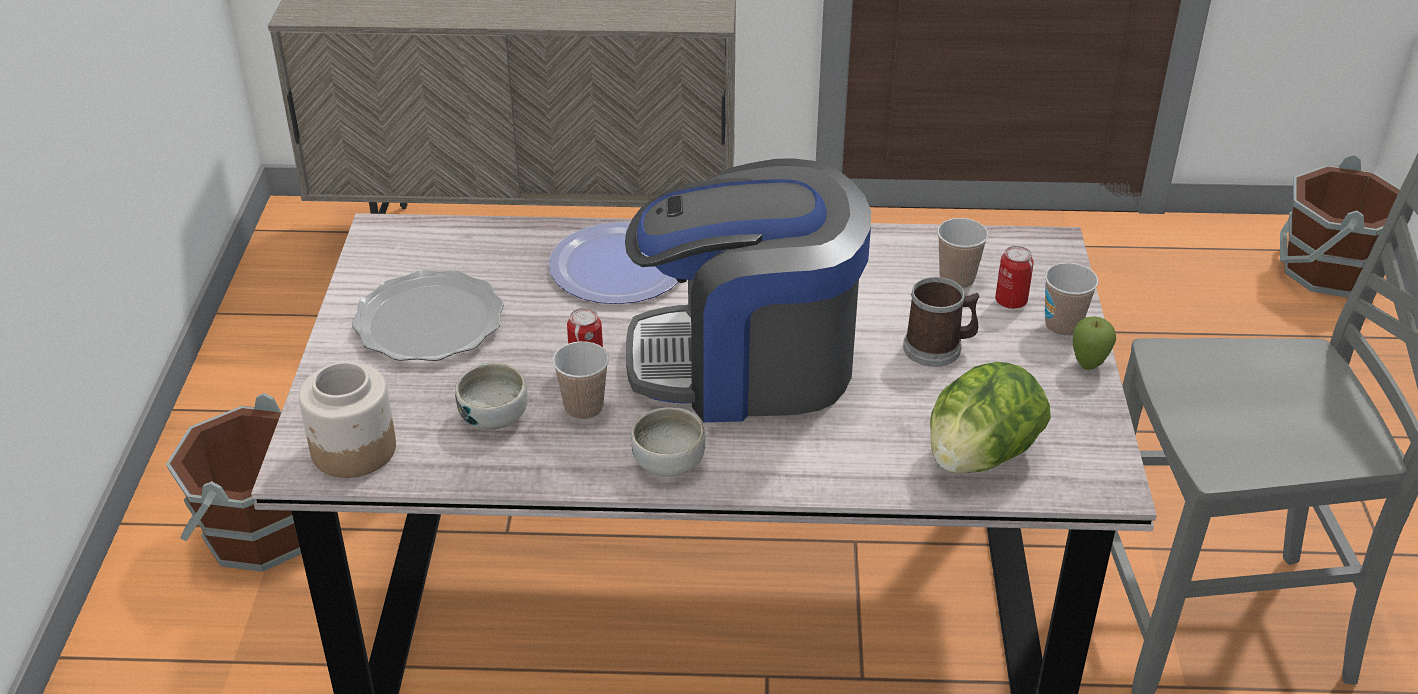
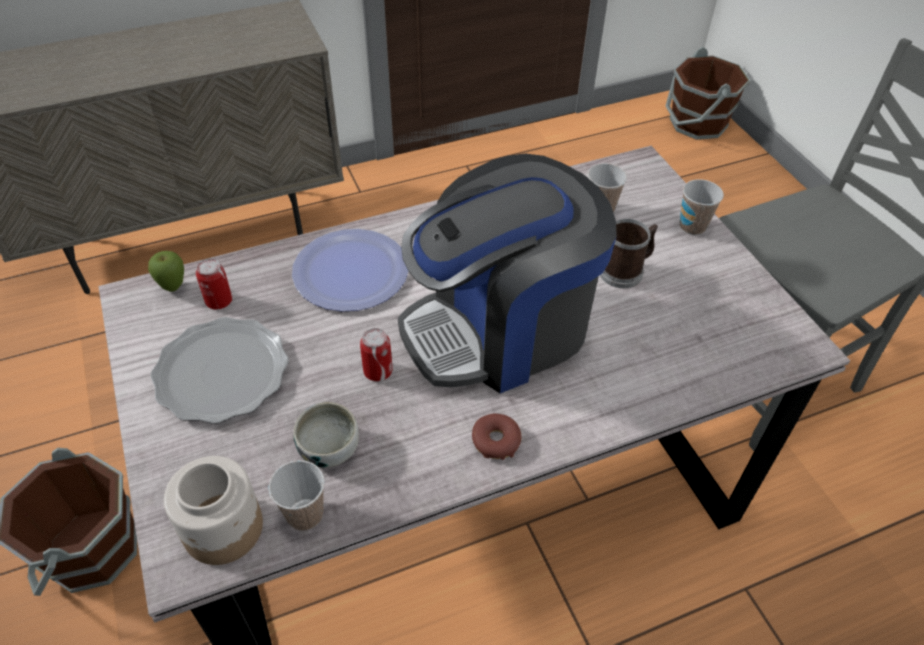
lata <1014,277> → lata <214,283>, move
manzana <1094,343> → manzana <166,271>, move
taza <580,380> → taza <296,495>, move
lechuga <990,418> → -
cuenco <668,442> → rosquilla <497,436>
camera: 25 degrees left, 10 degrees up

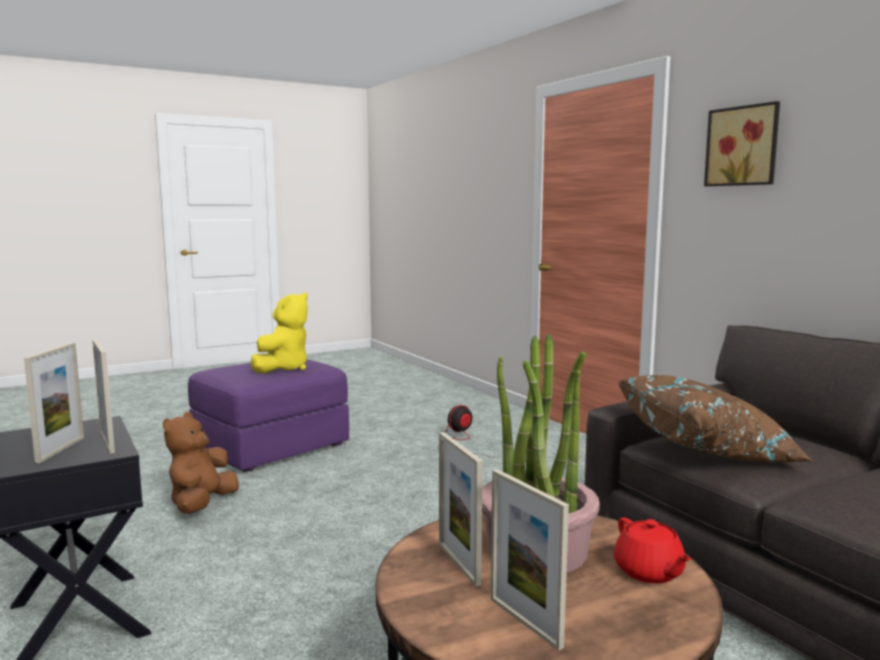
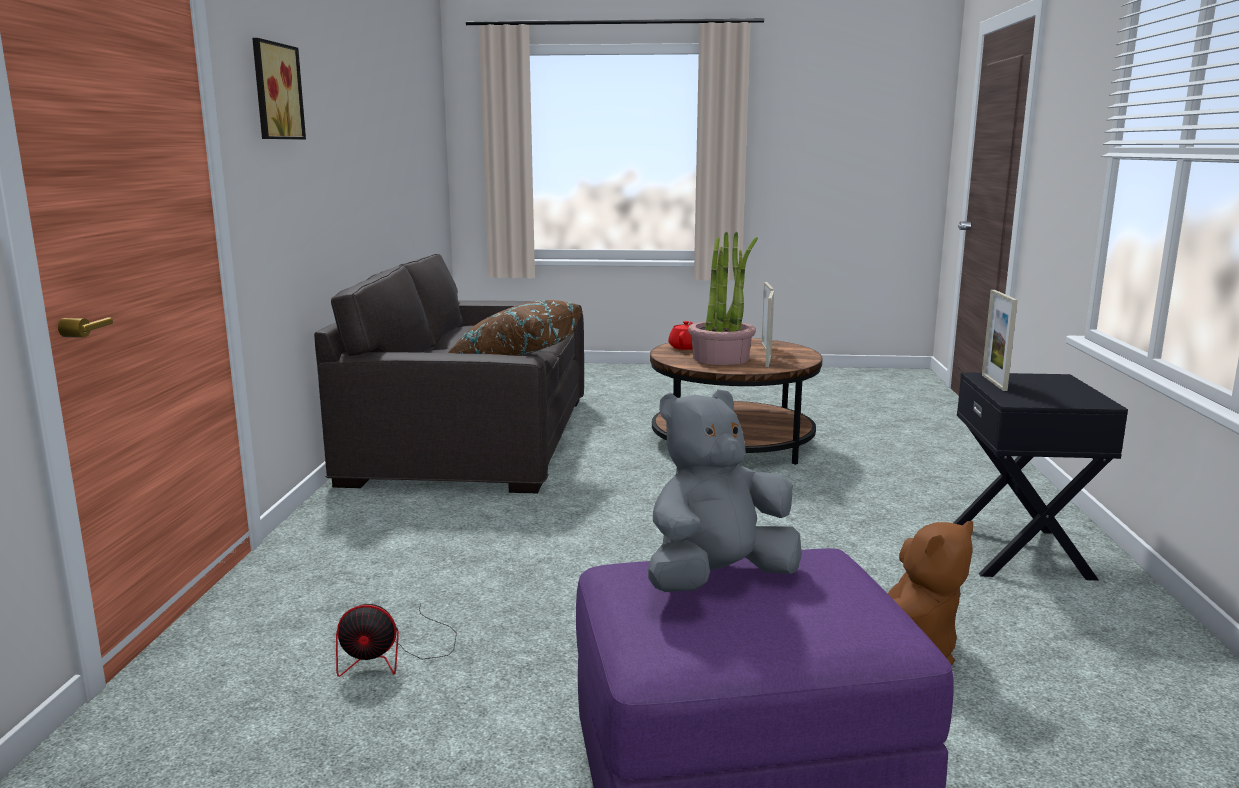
peluche/amarillo <279,332> → peluche/gris <725,491>
portarretratos <54,403> → -
camera: 145 degrees left, 5 degrees up

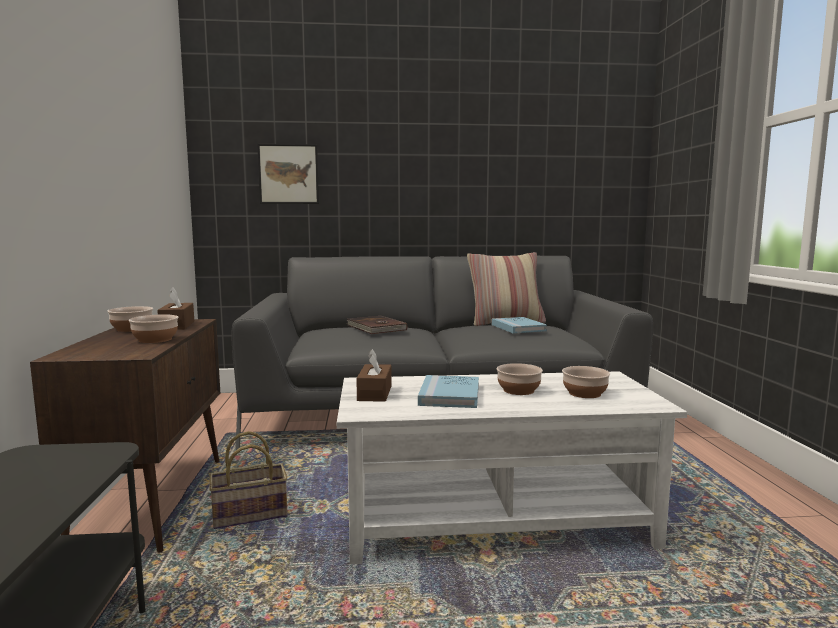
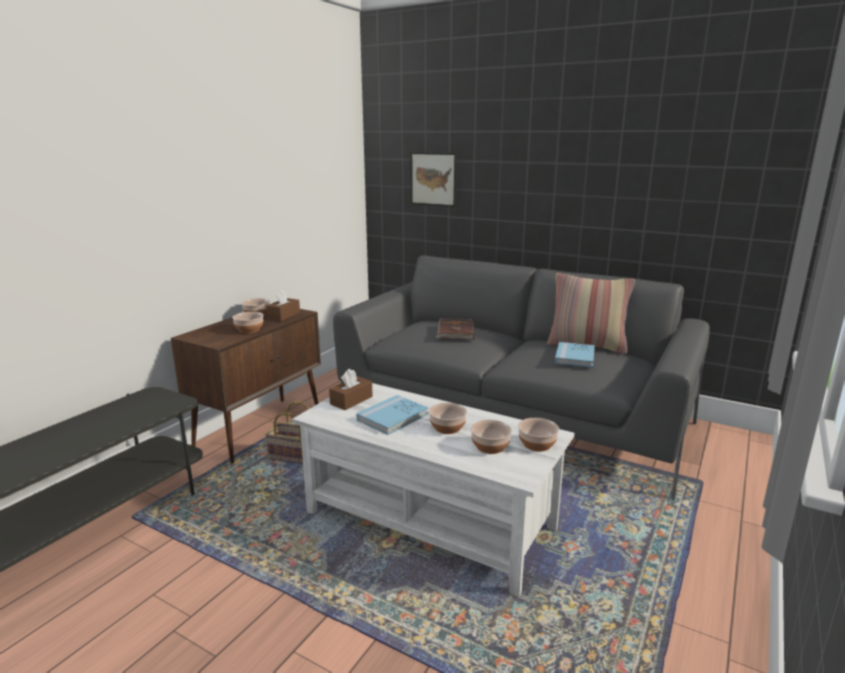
- → cuenco <538,435>
camera: 35 degrees right, 10 degrees up

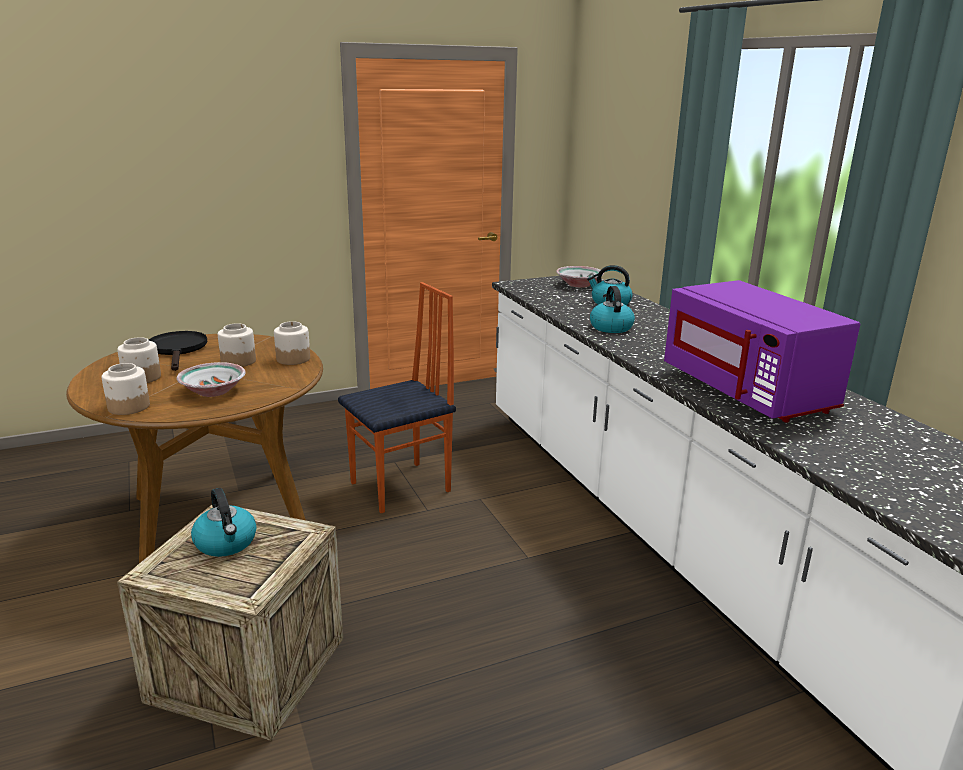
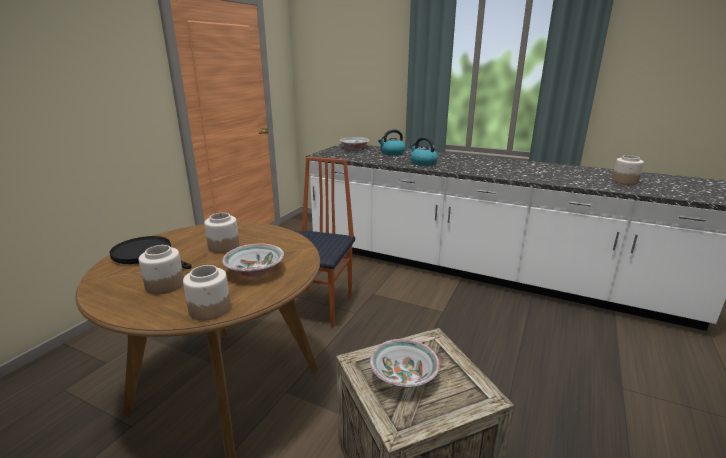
microondas/morado <762,351> → -
tarro <292,343> → tarro <628,170>, move
hervidor <224,522> → cuenco <405,363>
camera: 40 degrees left, 0 degrees up

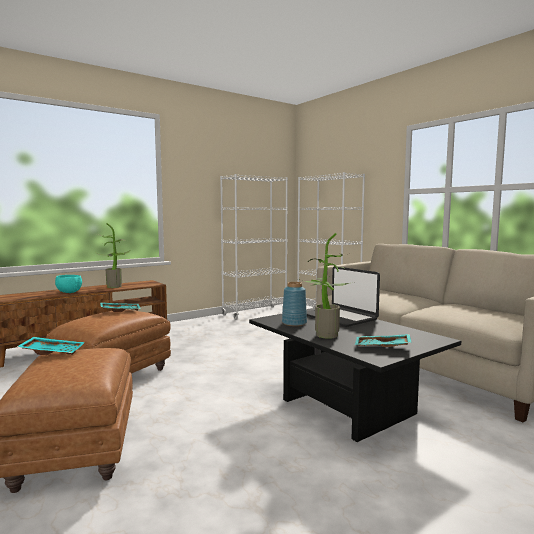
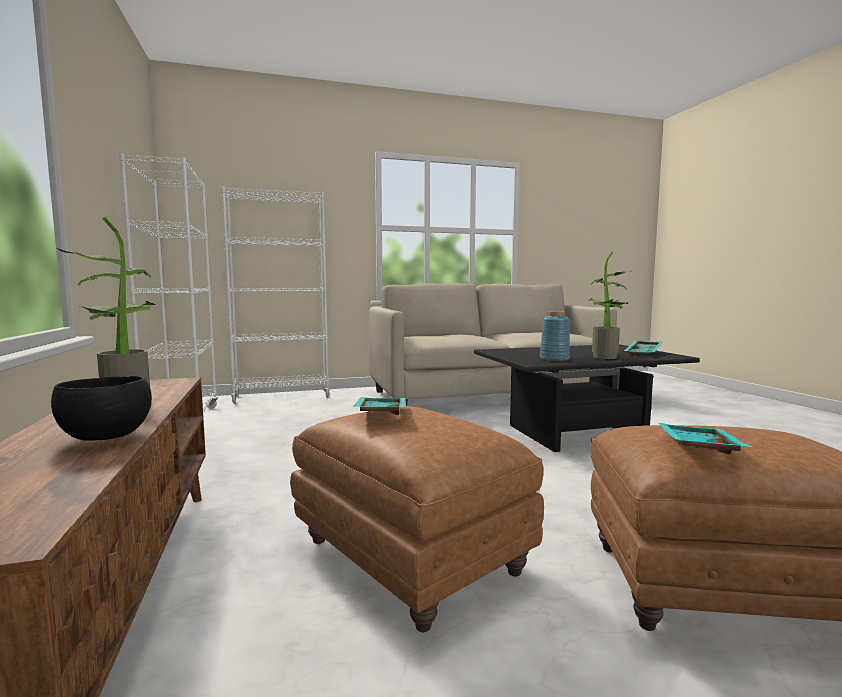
portátil <343,296> → -
cuenco/turquesa <68,284> → cuenco/negro <101,408>
camera: 70 degrees left, 0 degrees up

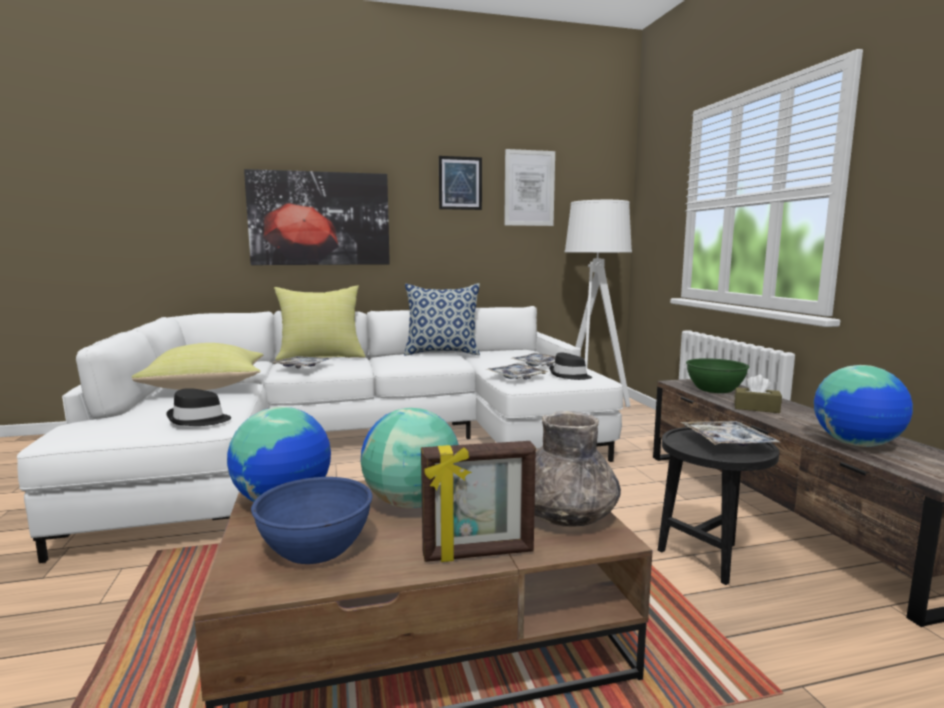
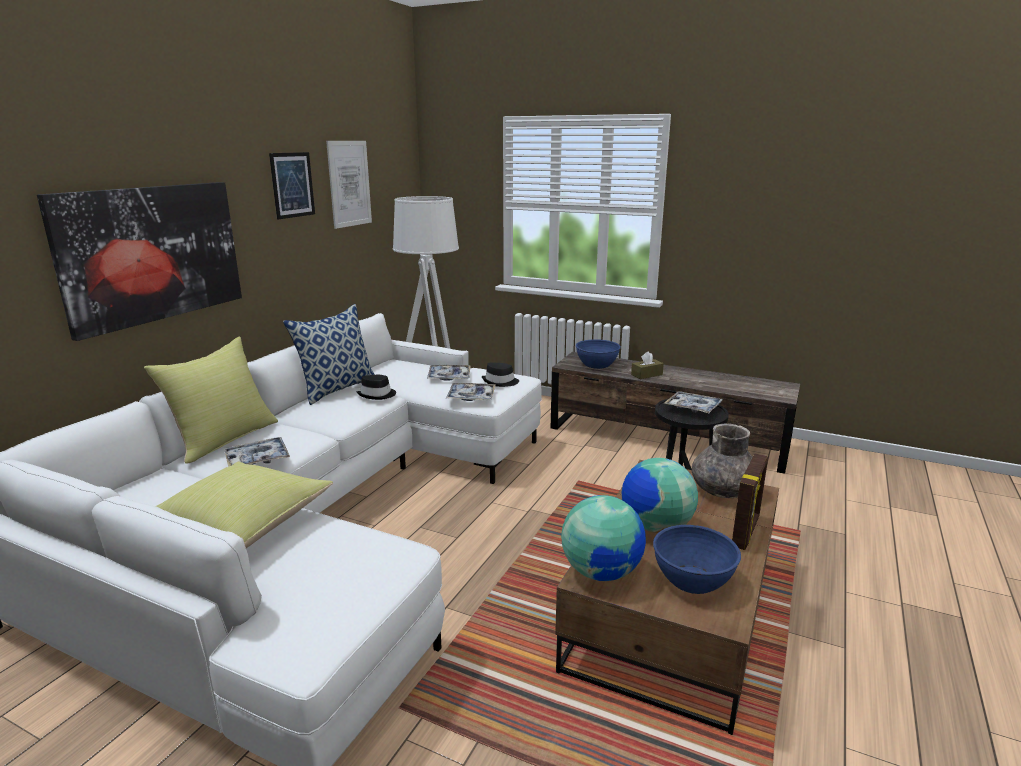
cuenco/verde <717,375> → cuenco/azul <598,354>
globo terráqueo <863,406> → -
sombrero/negro <198,407> → sombrero/negro <376,387>, move
camera: 50 degrees left, 10 degrees up

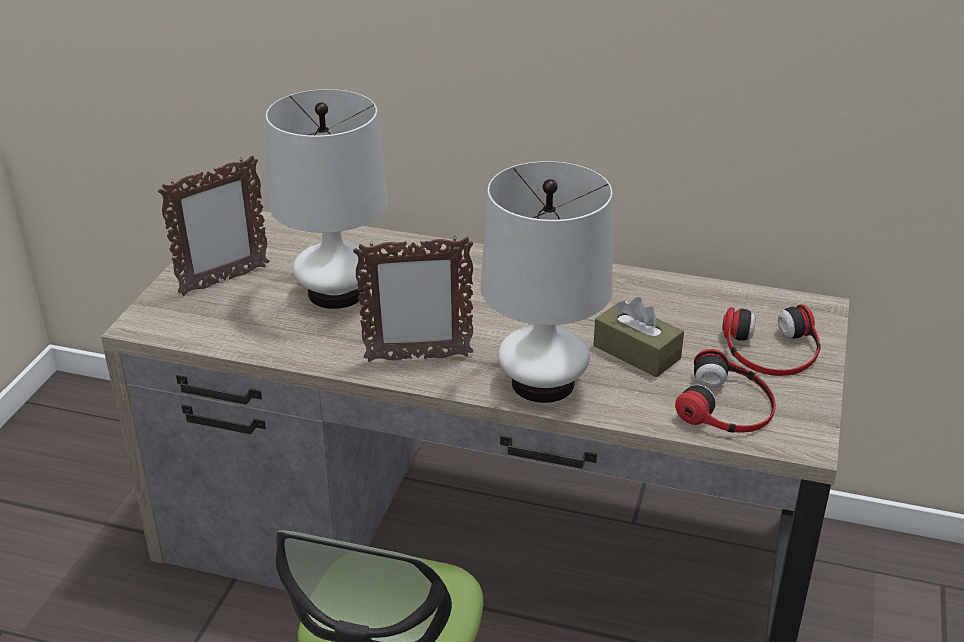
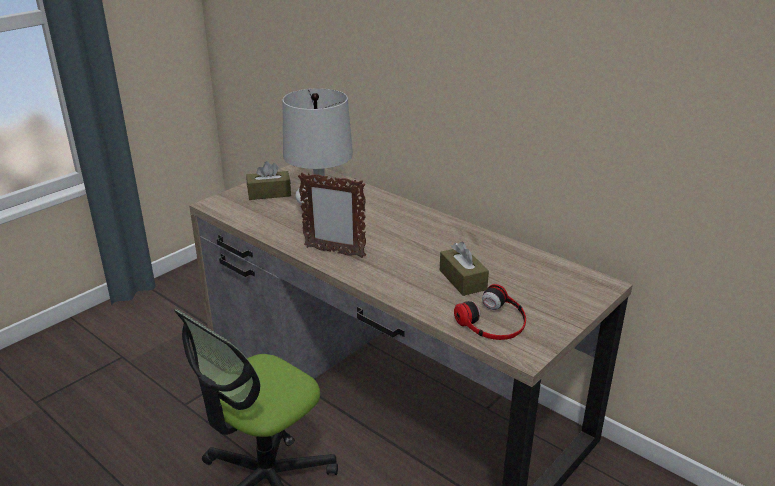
portarretratos <213,225> → caja de pañuelos/marrón <268,180>
lámpara de mesa/blanco <546,282> → -
auriculares <771,340> → -
camera: 25 degrees right, 5 degrees down

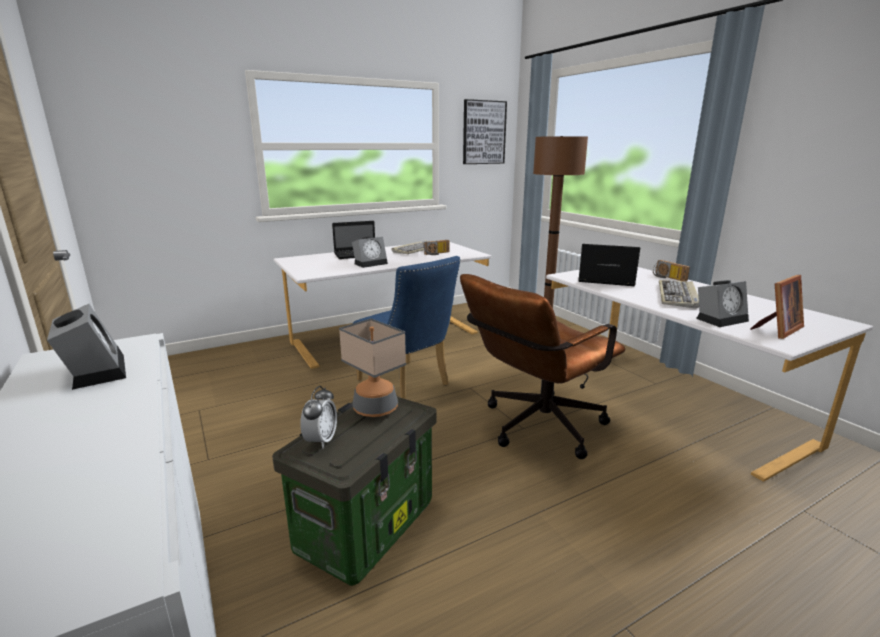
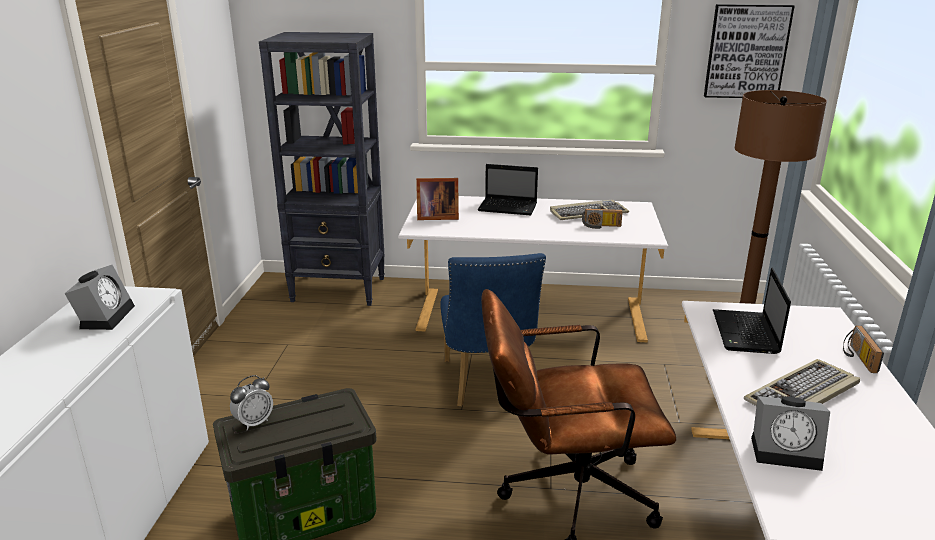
despertador <370,252> → -
portátil <609,265> → portátil <752,311>, 135 degrees counterclockwise
portarretratos <777,307> → portarretratos <437,199>, move
lámpara de mesa <372,367> → -
- → estantería/negro <322,169>
camera: 35 degrees right, 5 degrees up

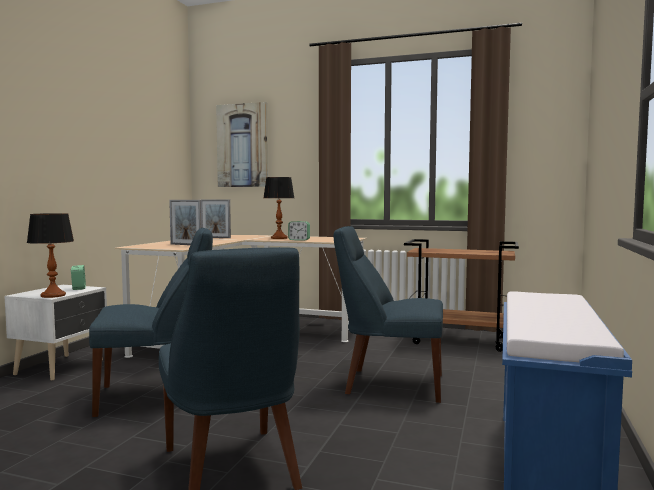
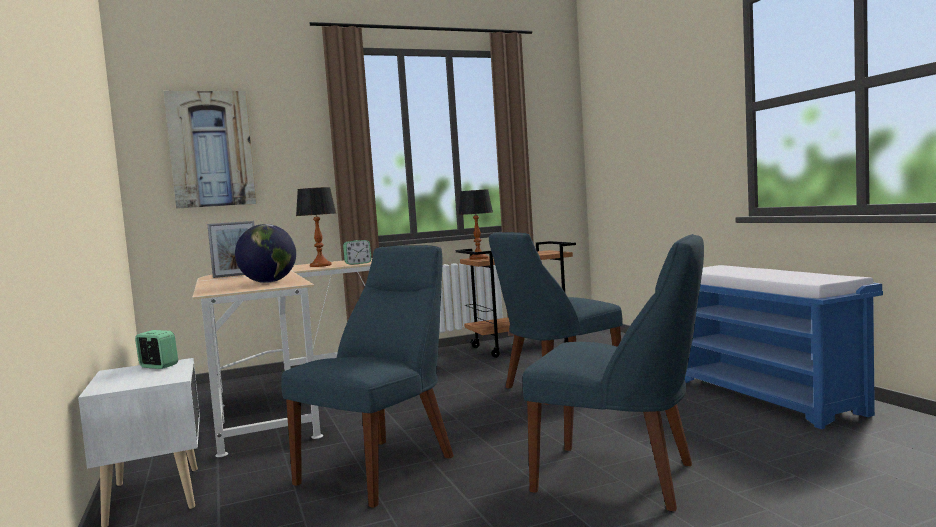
portarretratos <185,222> → globo terráqueo <265,253>
lámpara de mesa <50,255> → lámpara de mesa <476,224>, move
camera: 40 degrees left, 0 degrees up

